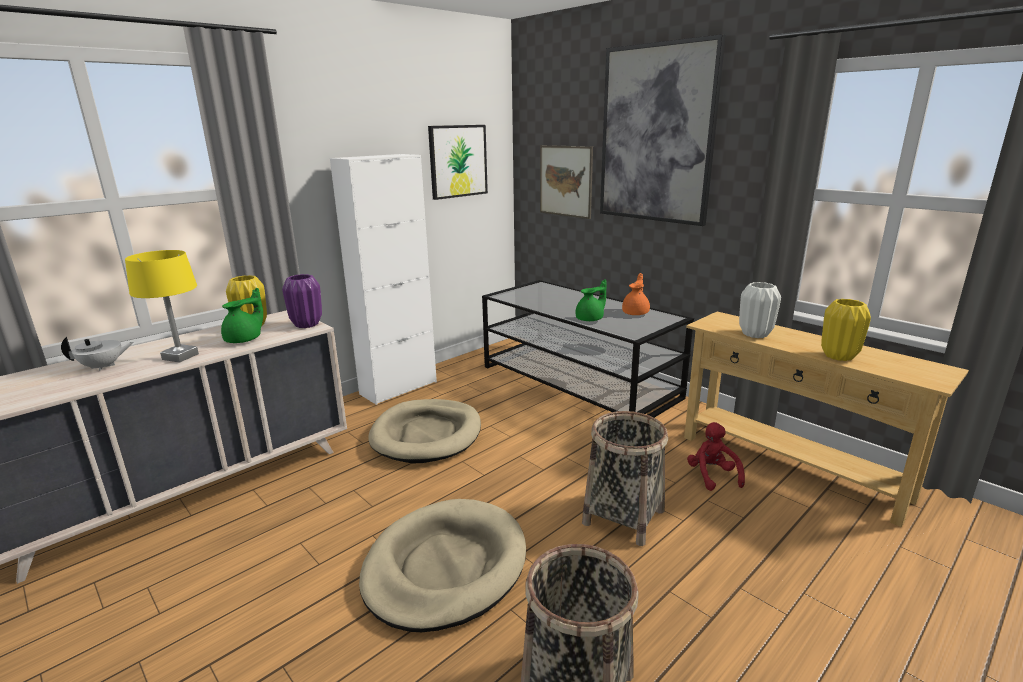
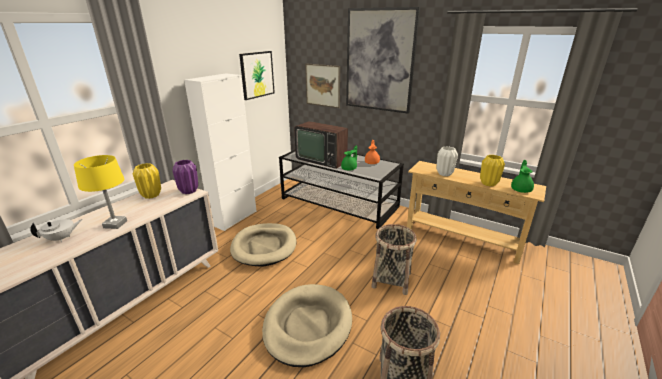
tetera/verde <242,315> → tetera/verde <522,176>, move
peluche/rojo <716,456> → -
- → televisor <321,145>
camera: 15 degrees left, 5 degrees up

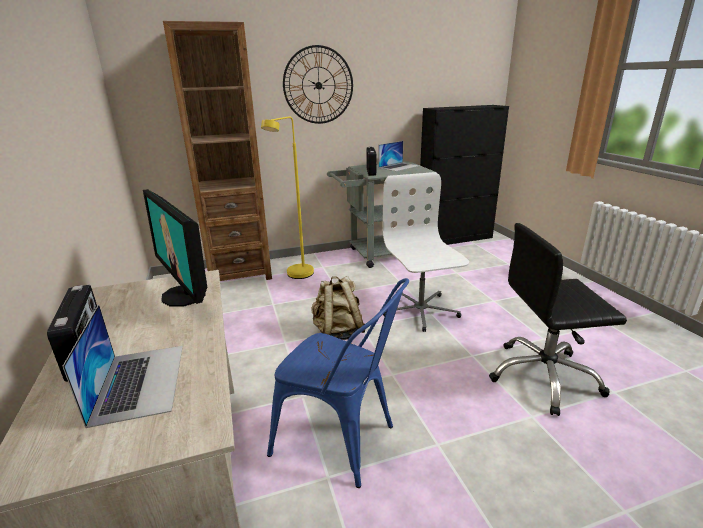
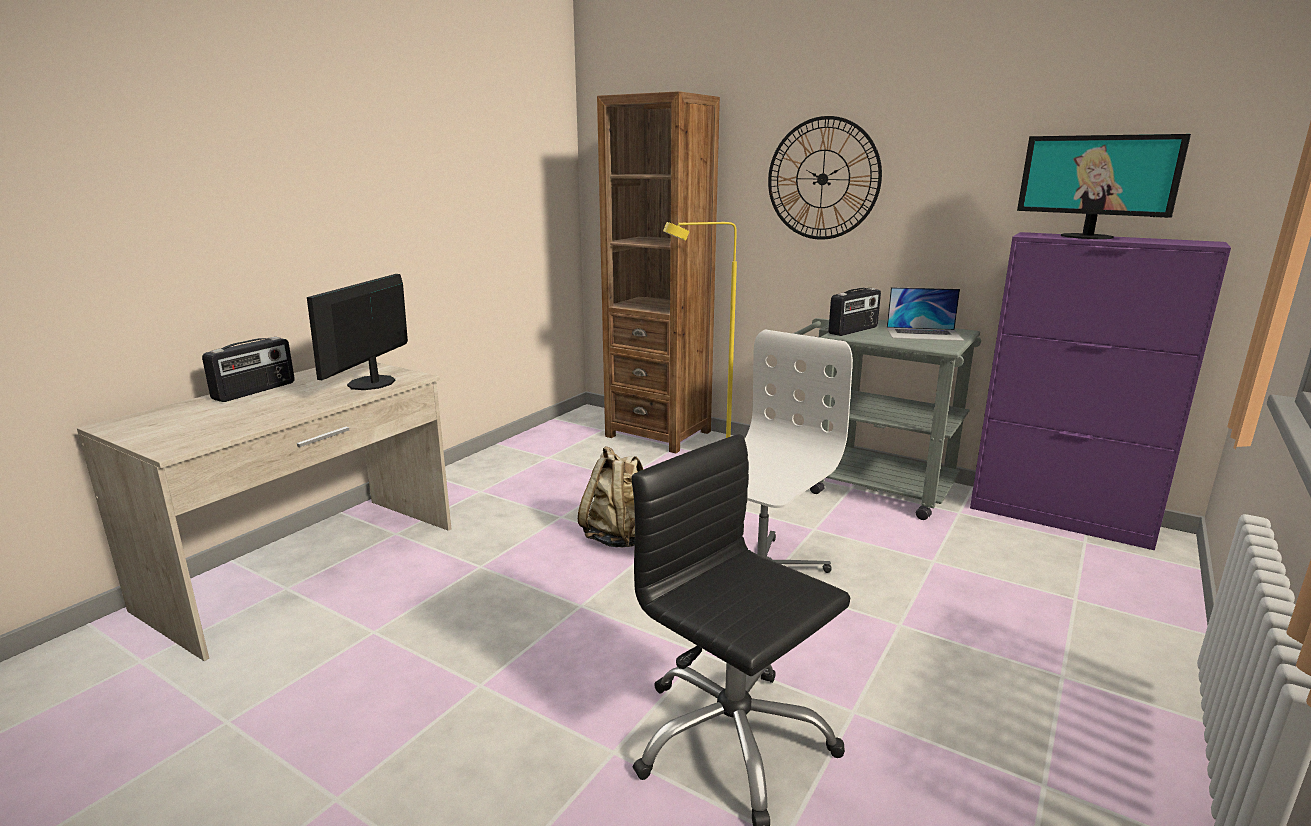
armario/negro <464,175> → armario/morado <1100,391>
silla/azul <338,383> → -
portátil <122,366> → -
- → monitor <1104,186>
camera: 50 degrees right, 5 degrees down

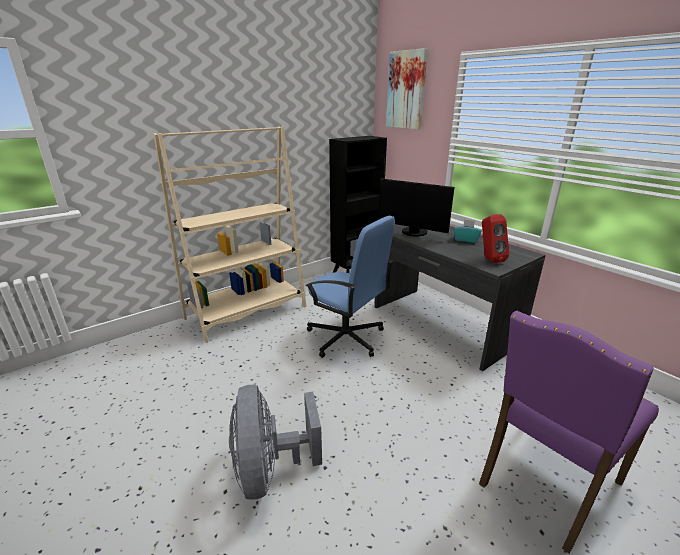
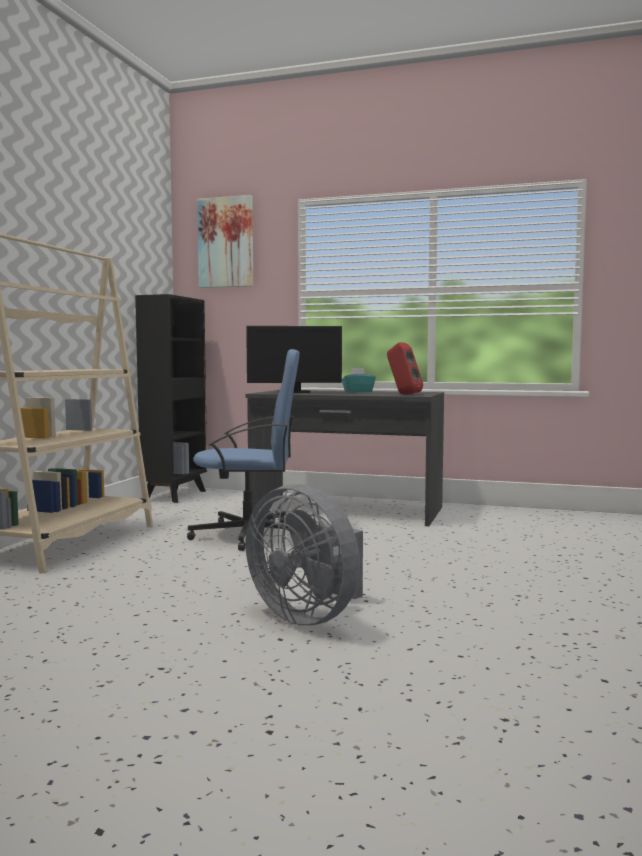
silla/morado <569,432> → -
camera: 35 degrees left, 20 degrees down

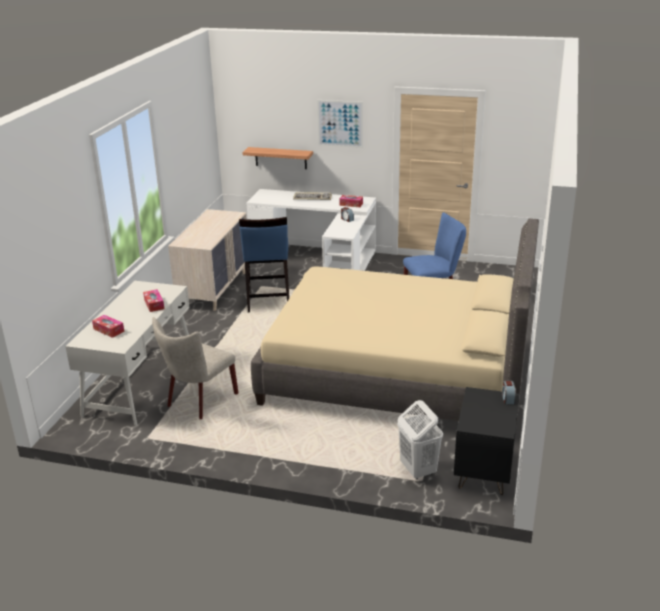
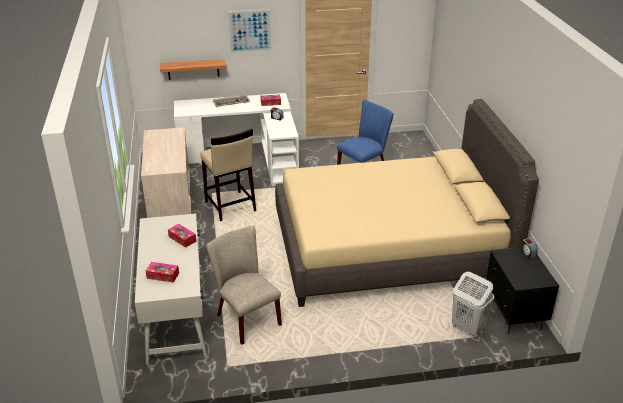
taburete/azul <264,264> → taburete/beis <228,175>
silla/beis <195,368> → silla/beis <244,285>, 135 degrees clockwise
camera: 25 degrees left, 5 degrees up

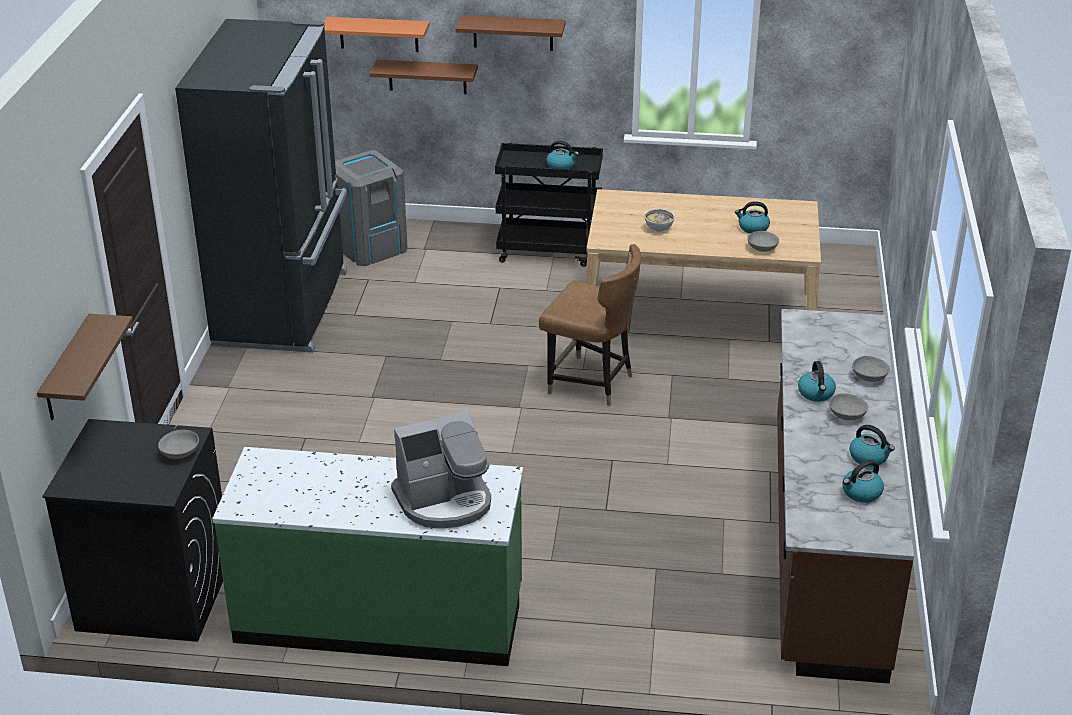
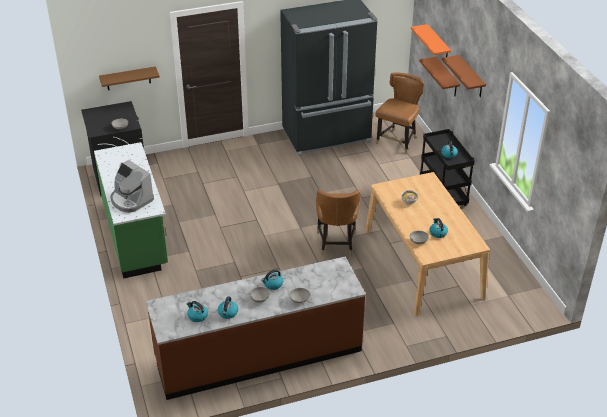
papelera/gris <371,208> → silla/marrón <400,113>
camera: 65 degrees right, 5 degrees up

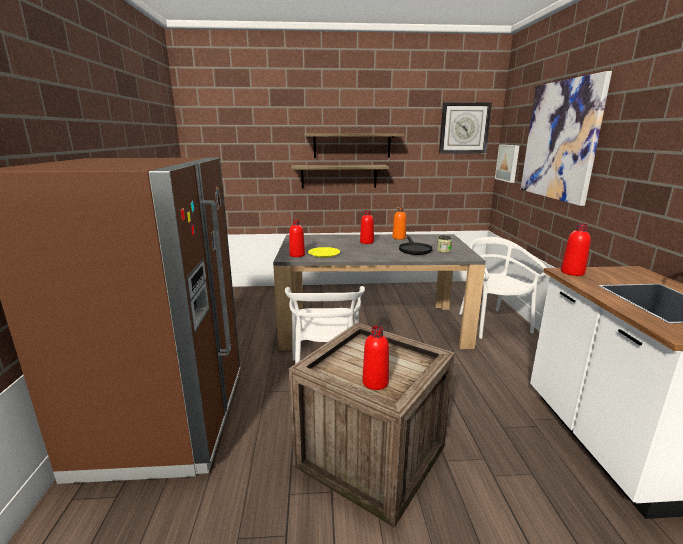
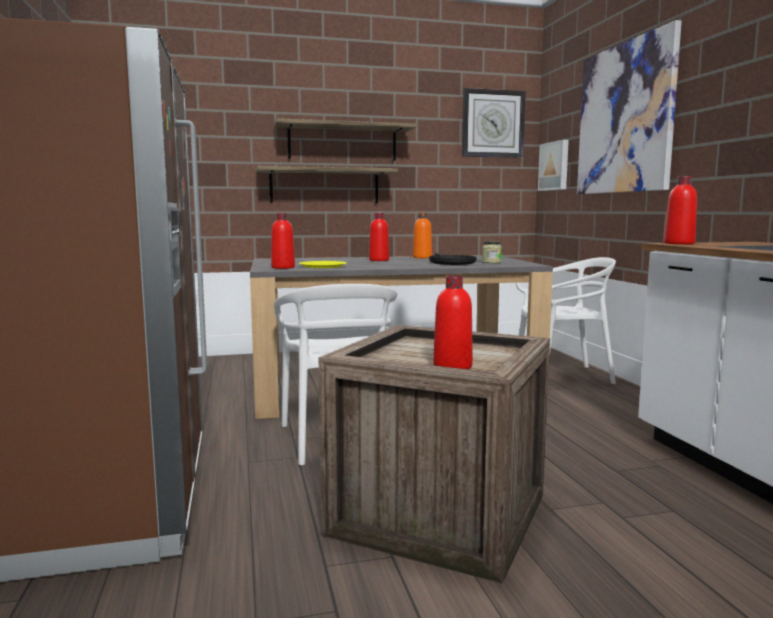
silla/blanco <502,288> → silla/blanco <566,320>, 105 degrees clockwise
camera: 10 degrees left, 10 degrees down

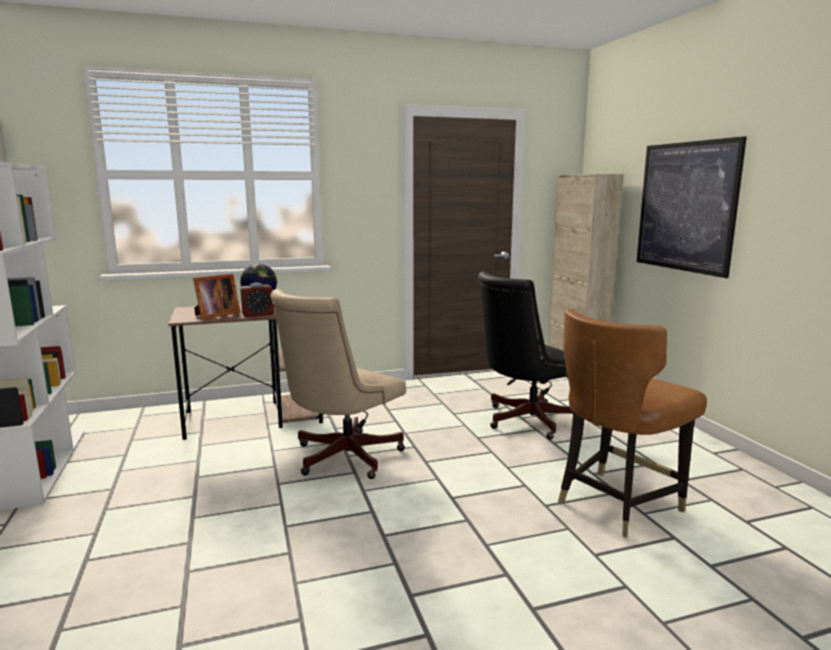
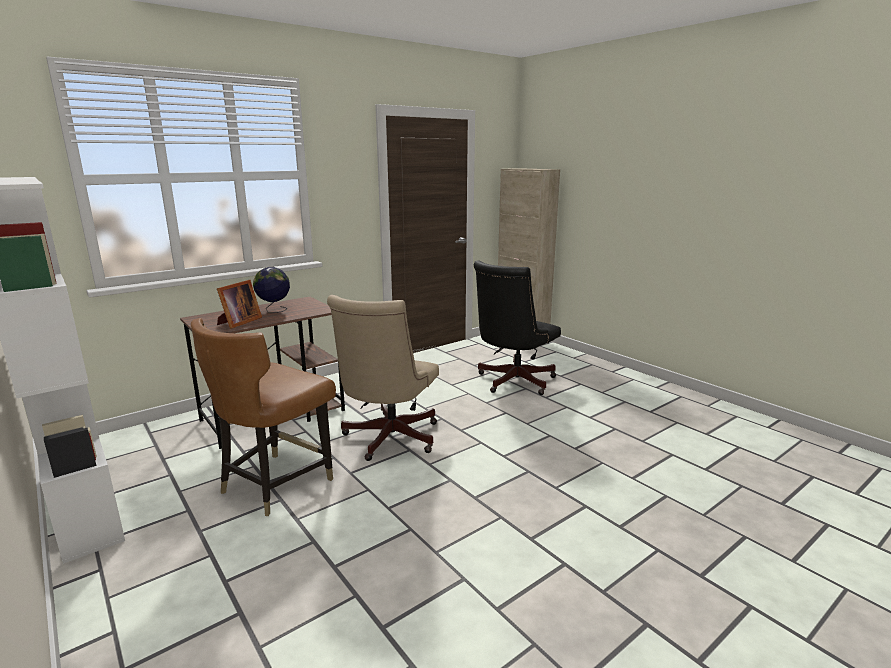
cuadro <692,207> → -
despertador <257,300> → -
silla/marrón <632,423> → silla/marrón <263,417>, move
camera: 20 degrees left, 5 degrees up

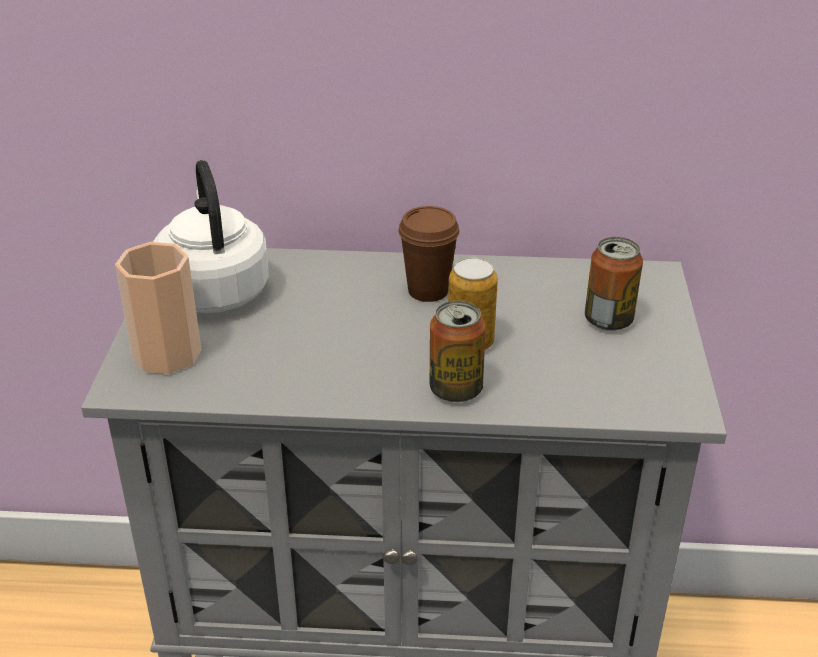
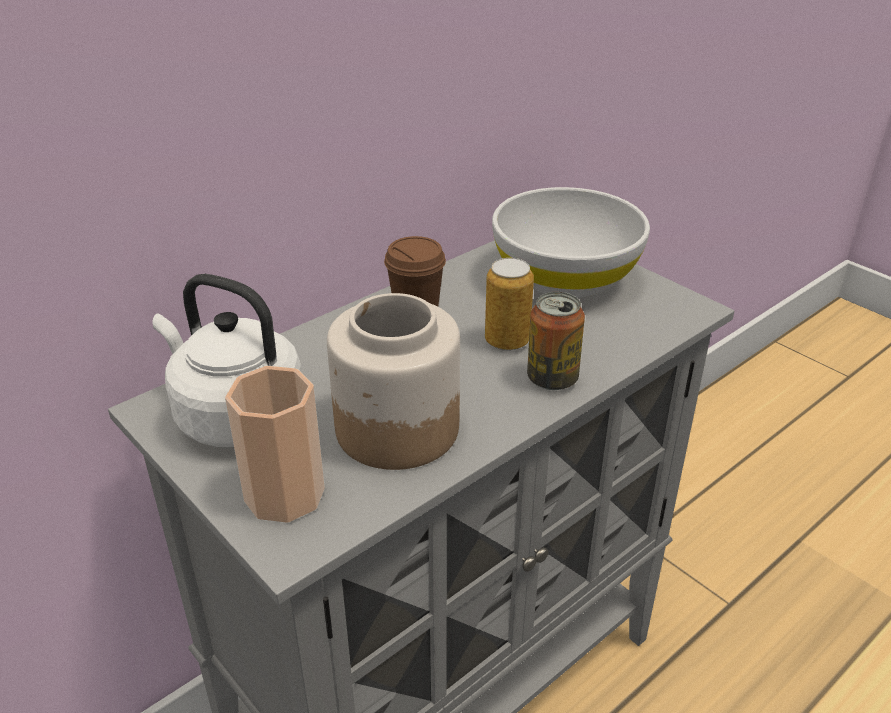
lata <614,284> → cuenco/blanco <571,242>
- → tarro <393,381>
camera: 45 degrees left, 0 degrees up

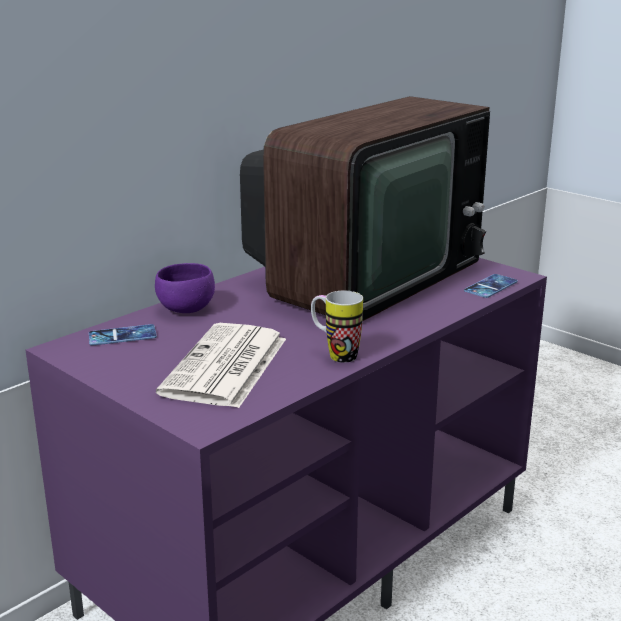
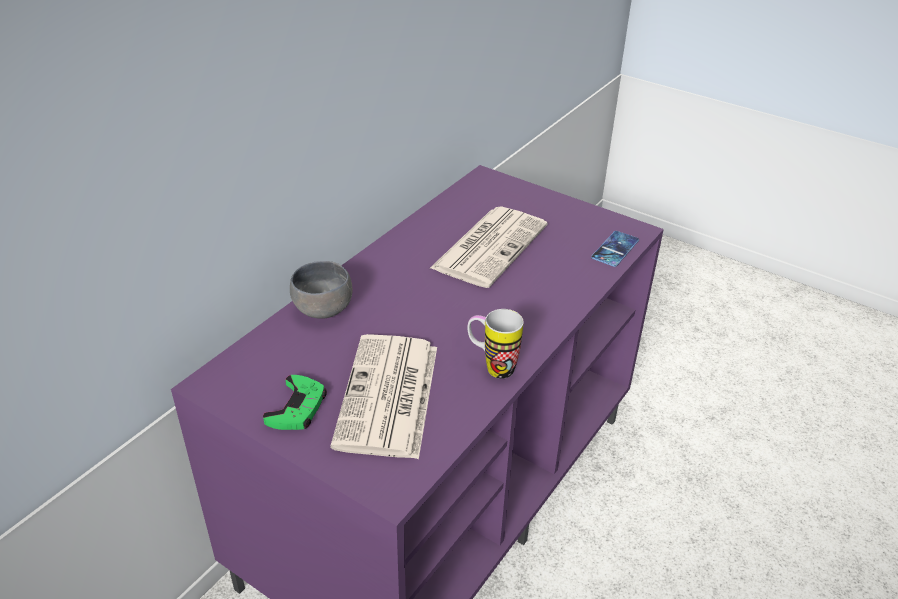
televisor <365,208> → periódico <488,247>
cuenco/morado <185,288> → cuenco/gris <321,290>
móvil <123,335> → -
- → mando de consola/verde <295,402>
camera: 10 degrees left, 15 degrees up

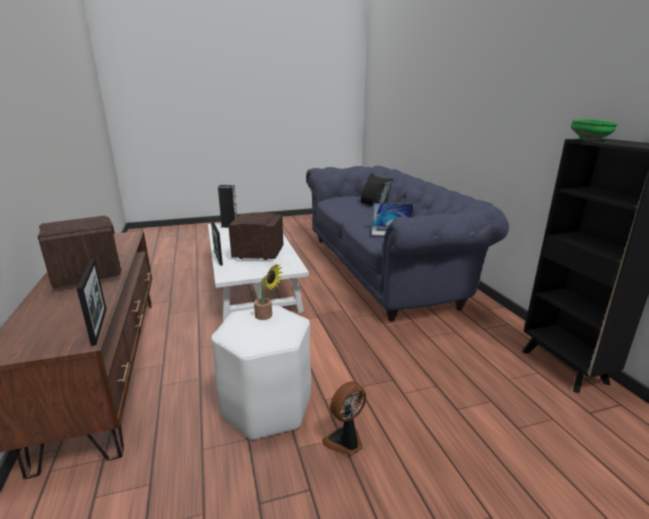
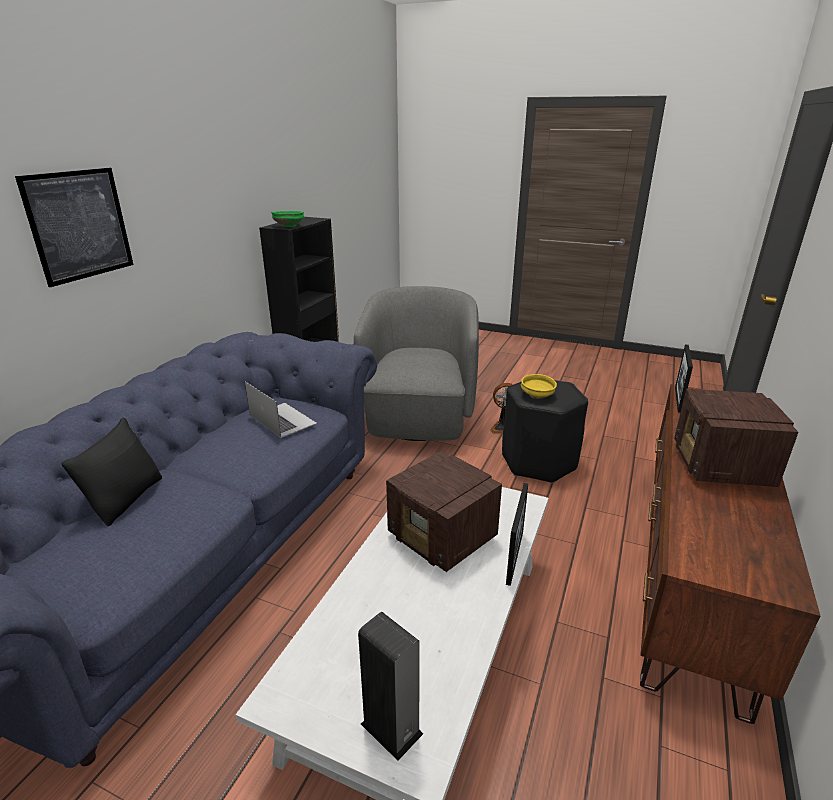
planta en maceta <268,292> → cuenco/amarillo <539,386>
taburete/blanco <261,373> → taburete/negro <545,431>
- → cuadro <74,227>
- → sillón/gris <416,363>
camera: 140 degrees left, 5 degrees up

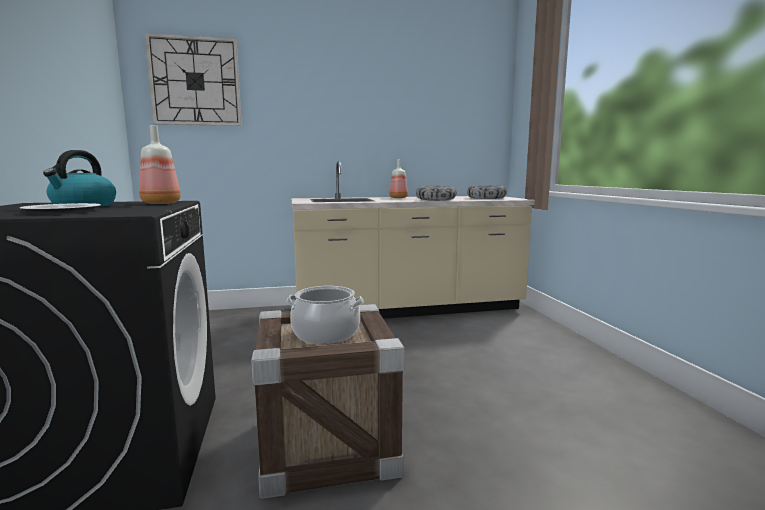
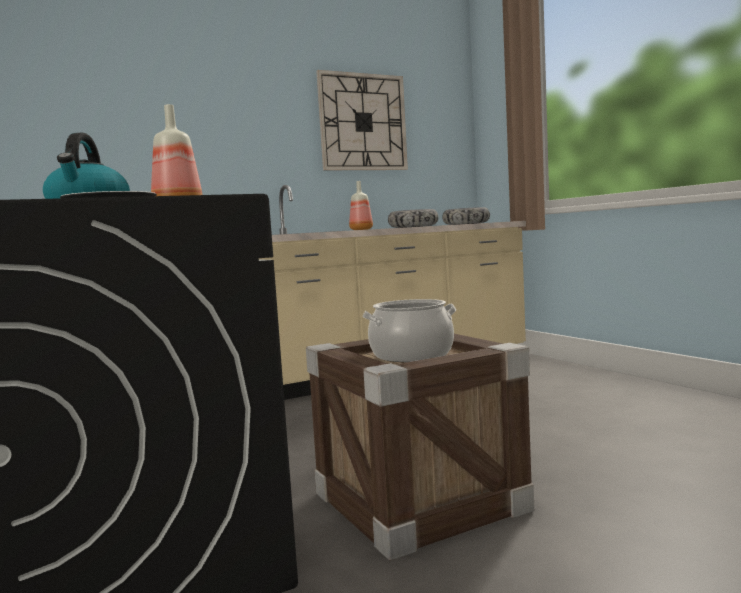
reloj de pared <193,79> → reloj de pared <362,120>, move
camera: 15 degrees left, 5 degrees down

